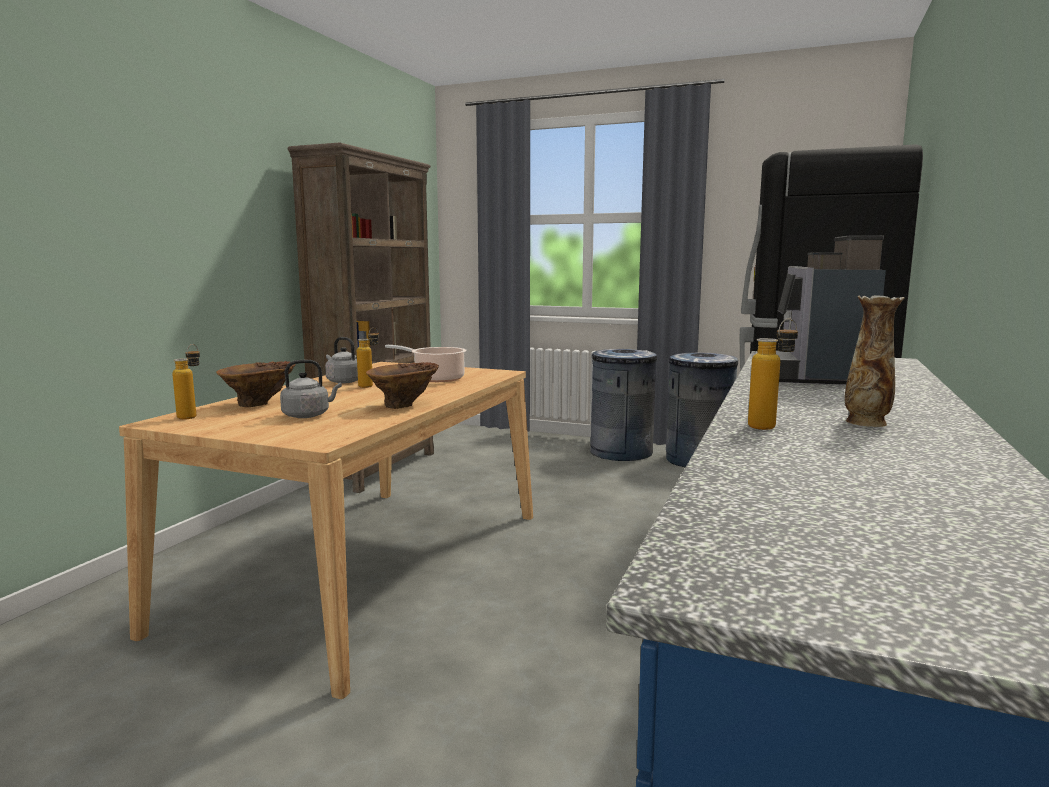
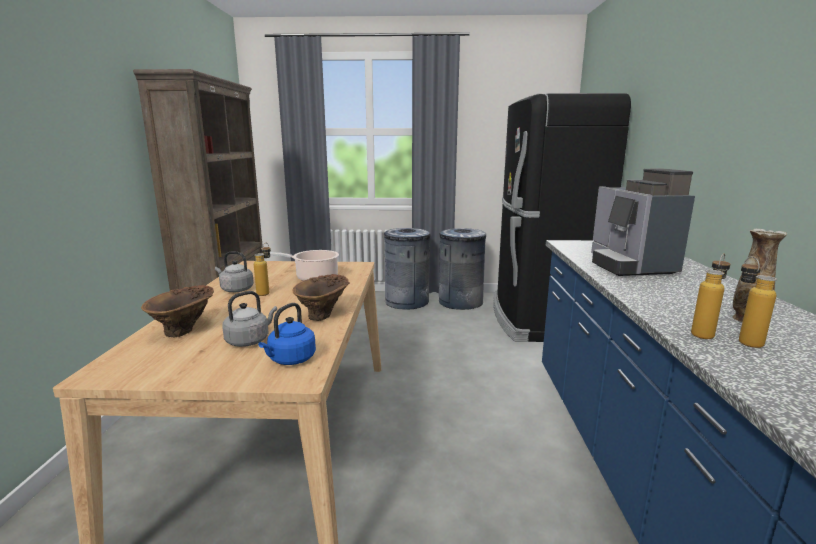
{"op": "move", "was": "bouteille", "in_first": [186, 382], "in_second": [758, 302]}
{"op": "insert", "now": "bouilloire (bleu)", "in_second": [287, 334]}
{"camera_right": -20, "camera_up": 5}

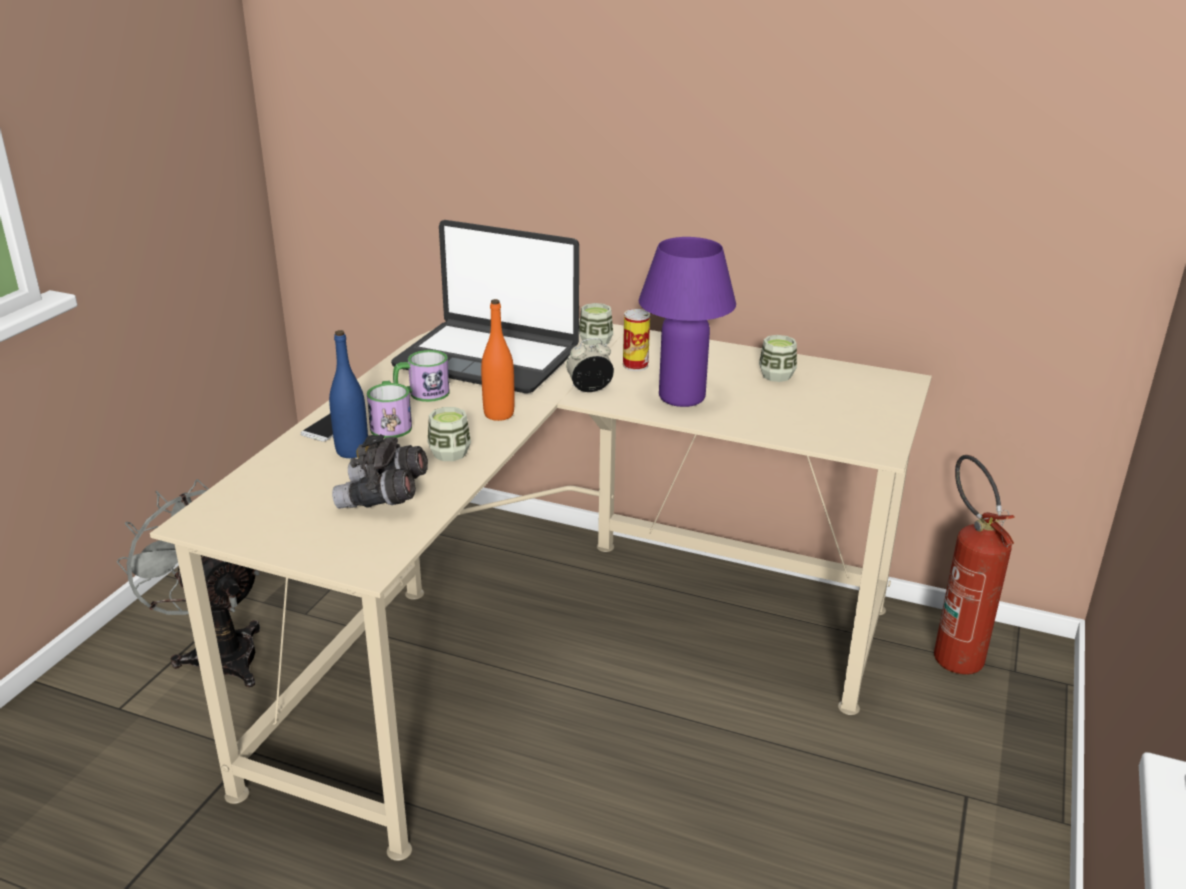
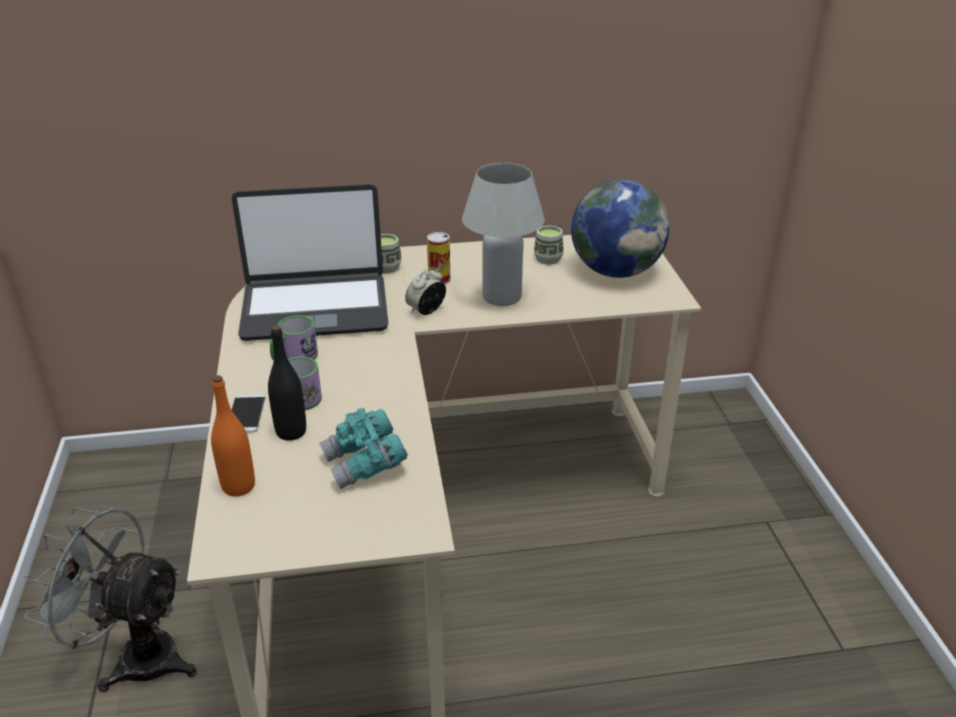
{"op": "recolor", "was": "lampe de table (violet)", "now": "lampe de table (blanc)", "in_first": [687, 322], "in_second": [503, 234]}
{"op": "move", "was": "bouteille (orange)", "in_first": [498, 360], "in_second": [233, 436]}
{"op": "recolor", "was": "bouteille (bleu)", "now": "bouteille (noir)", "in_first": [348, 394], "in_second": [287, 383]}
{"op": "delete", "was": "tasse", "in_first": [449, 434]}
{"op": "recolor", "was": "jumelles (gris)", "now": "jumelles (turquoise)", "in_first": [380, 471], "in_second": [363, 448]}
{"op": "delete", "was": "extincteur", "in_first": [974, 565]}
{"op": "insert", "now": "globe", "in_second": [620, 229]}
{"camera_right": -30, "camera_up": 5}

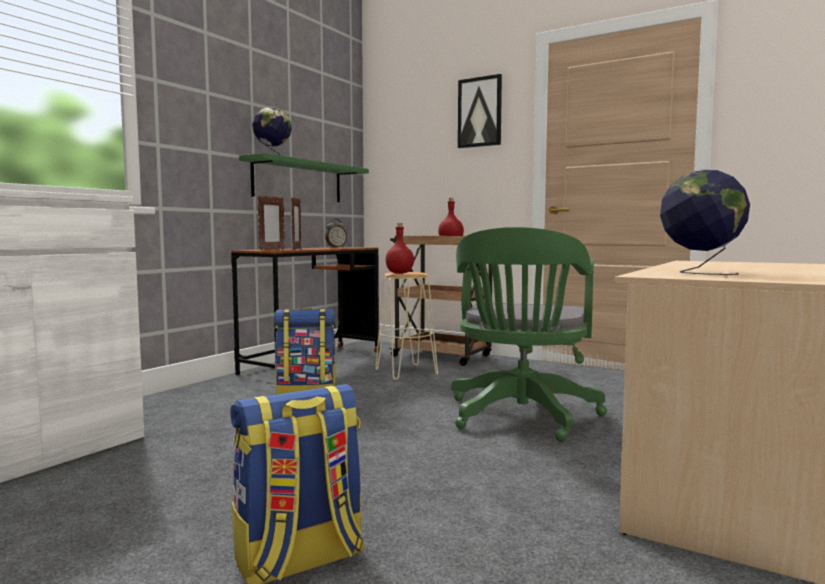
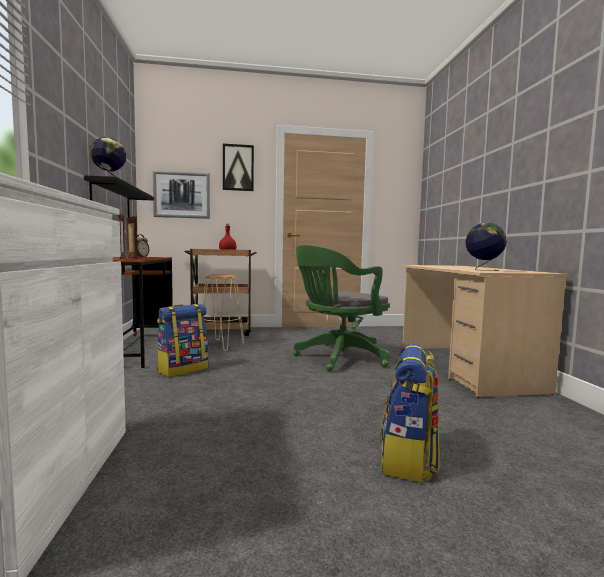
{"op": "recolor", "was": "étagère (vert)", "now": "étagère (noir)", "in_first": [304, 177], "in_second": [119, 196]}
{"op": "delete", "was": "bouteille (rouge)", "in_first": [399, 248]}
{"op": "rotate", "was": "chaise de bureau (vert)", "in_first": [529, 334], "in_second": [341, 308], "clockwise": 75}
{"op": "insert", "now": "tableau", "in_second": [181, 194]}
{"camera_right": -40, "camera_up": 0}

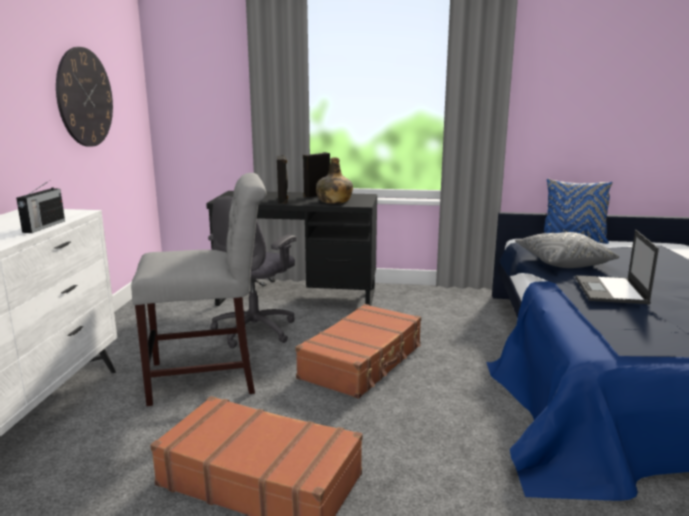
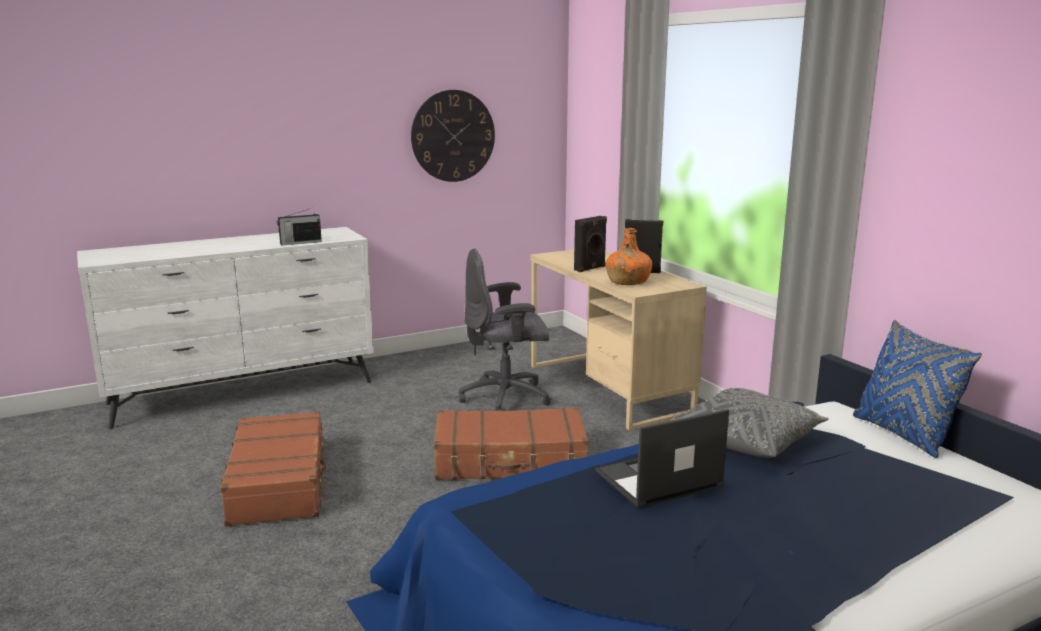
{"op": "recolor", "was": "bouteille (vert)", "now": "bouteille (orange)", "in_first": [334, 180], "in_second": [629, 256]}
{"op": "delete", "was": "chaise (gris)", "in_first": [198, 289]}
{"op": "recolor", "was": "bureau (noir)", "now": "bureau (beige)", "in_first": [291, 248], "in_second": [618, 340]}
{"camera_right": 55, "camera_up": 0}

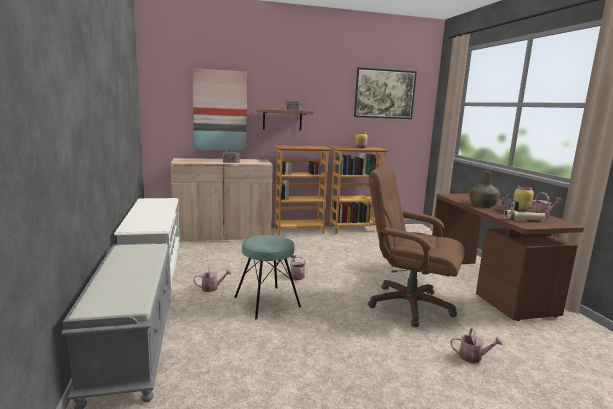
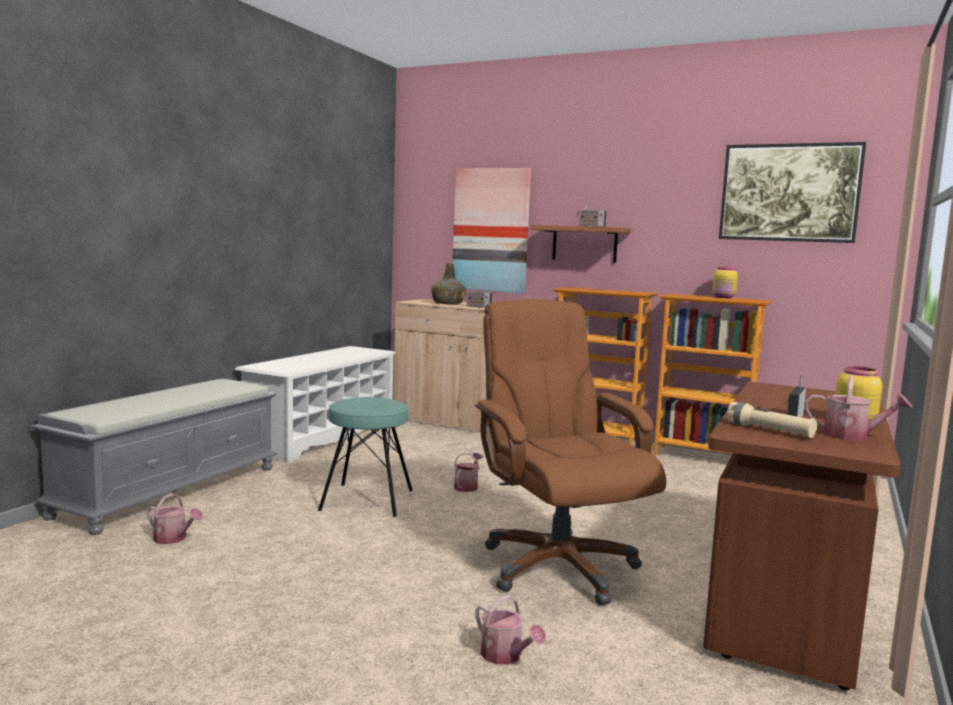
{"op": "move", "was": "bouteille (vert)", "in_first": [484, 188], "in_second": [448, 284]}
{"op": "move", "was": "arrosoir", "in_first": [212, 279], "in_second": [175, 519]}
{"camera_right": 40, "camera_up": -5}

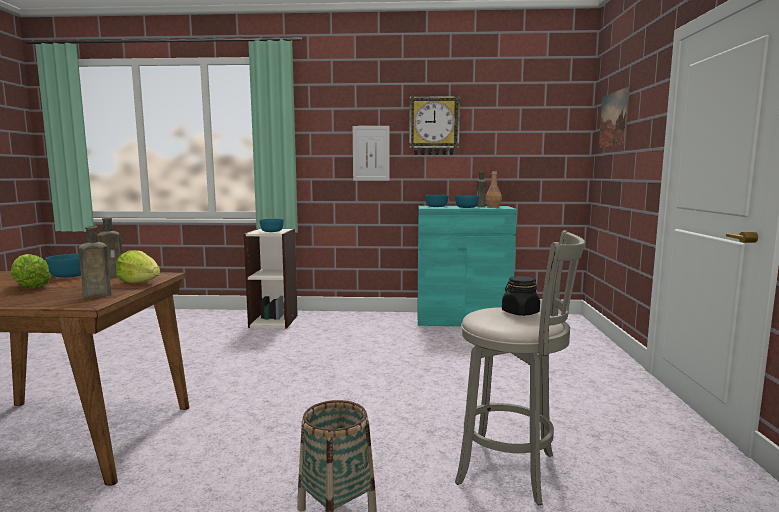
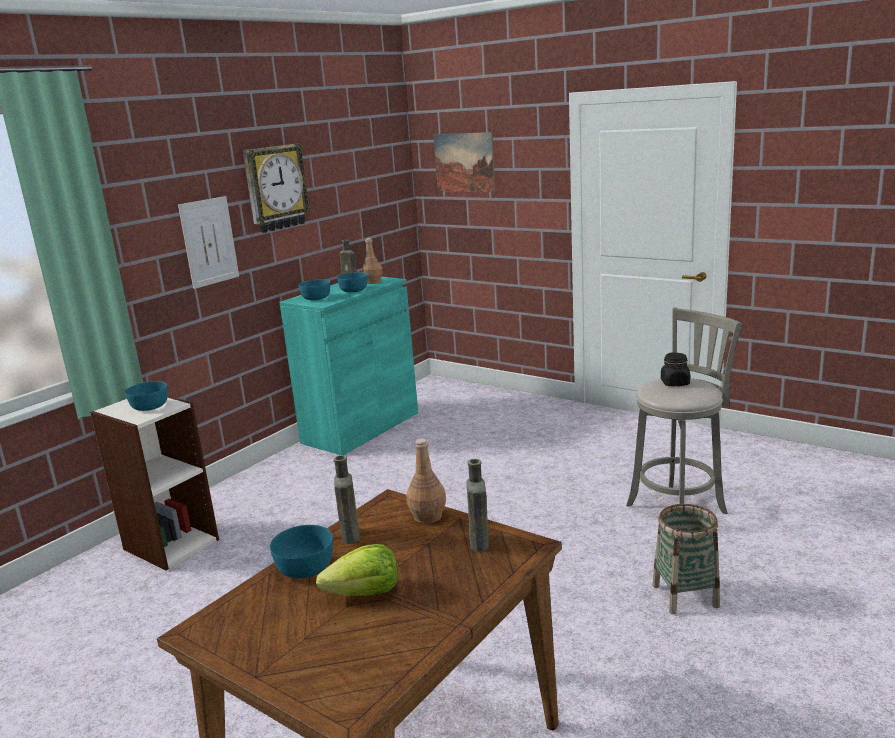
{"op": "replace", "was": "laitue", "now": "bouteille (marron)", "in_first": [138, 267], "in_second": [426, 481]}
{"camera_right": -55, "camera_up": 10}

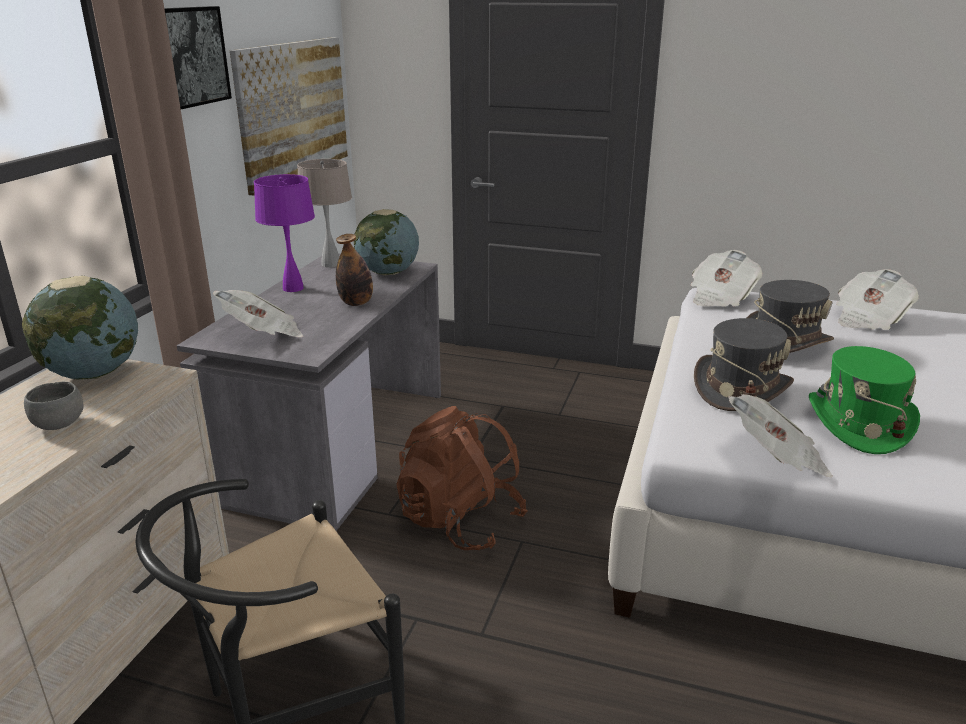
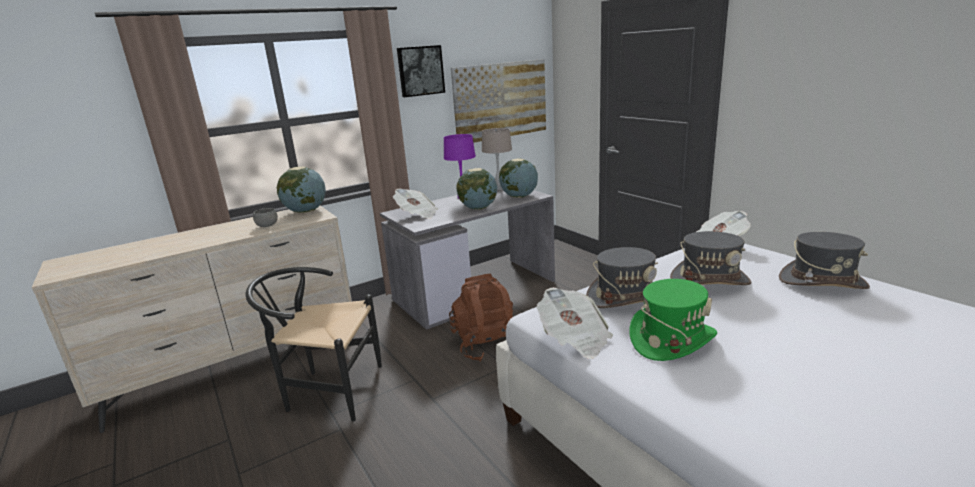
{"op": "replace", "was": "bouteille", "now": "globe", "in_first": [354, 270], "in_second": [476, 189]}
{"op": "replace", "was": "journal", "now": "chapeau (gris)", "in_first": [877, 299], "in_second": [824, 260]}
{"camera_right": 40, "camera_up": -5}

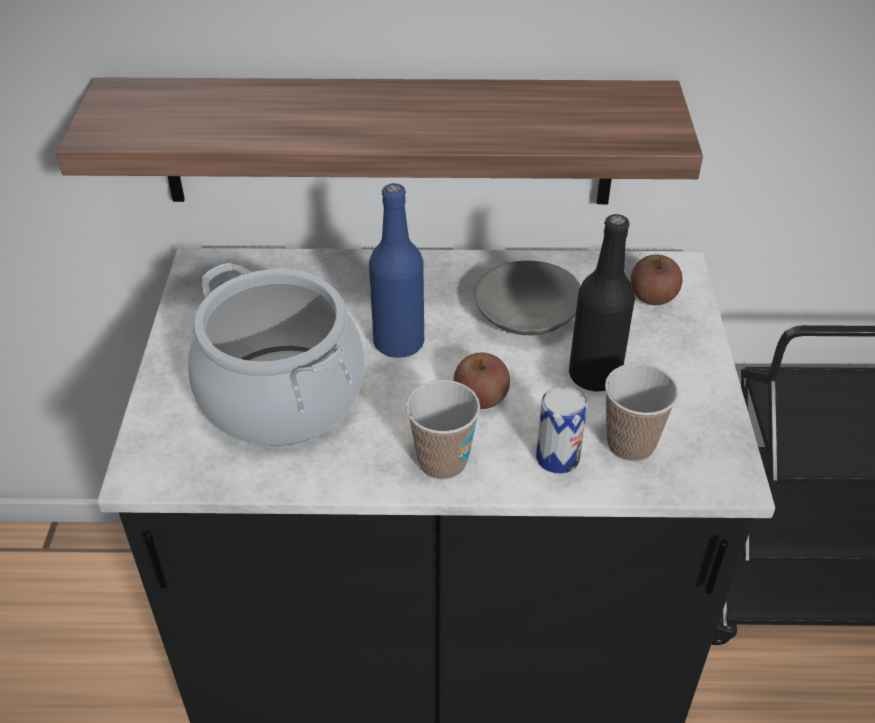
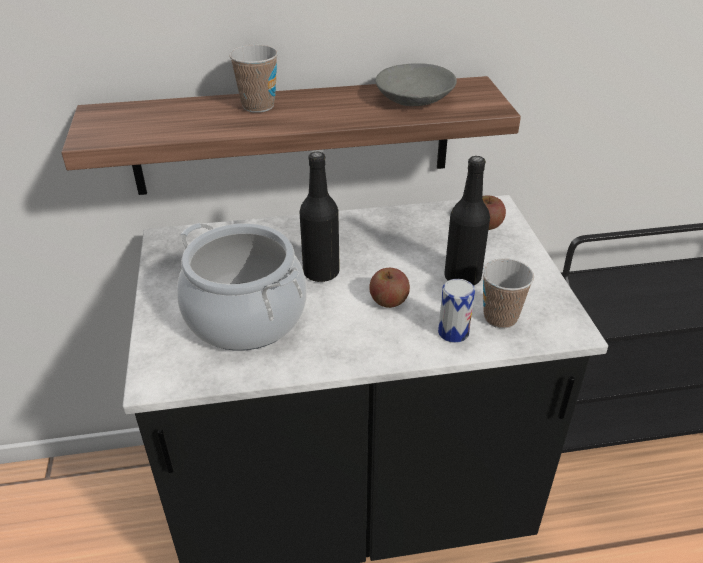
{"op": "recolor", "was": "bouteille (bleu)", "now": "bouteille (noir)", "in_first": [396, 270], "in_second": [320, 217]}
{"op": "move", "was": "bol (gris)", "in_first": [528, 298], "in_second": [416, 84]}
{"op": "move", "was": "tasse", "in_first": [443, 430], "in_second": [253, 79]}
{"camera_right": -10, "camera_up": -5}

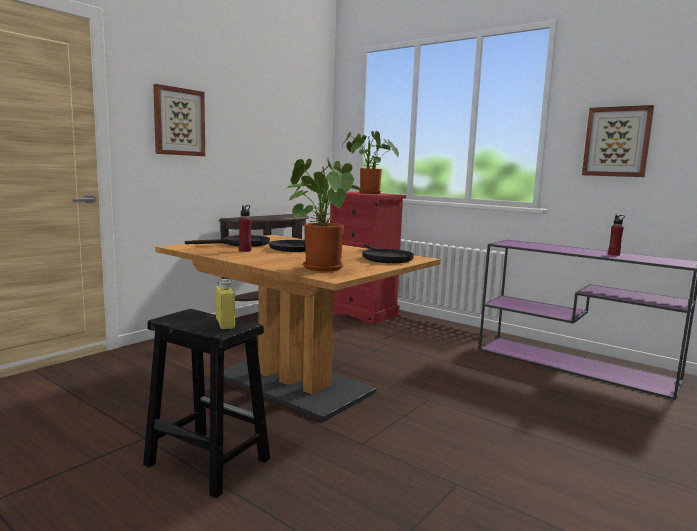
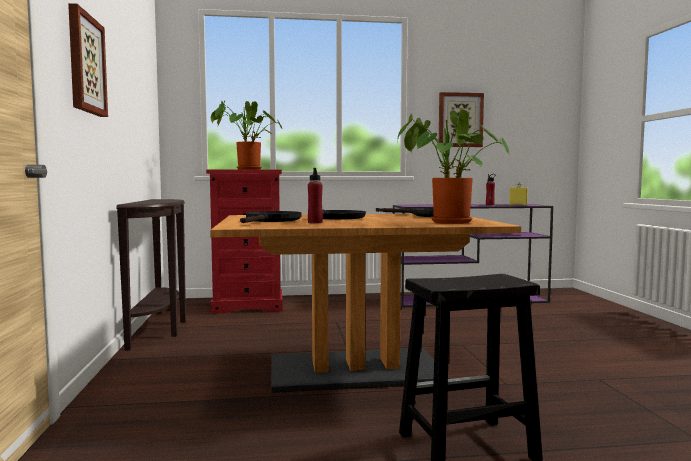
{"op": "move", "was": "bouteille (jaune)", "in_first": [225, 304], "in_second": [518, 194]}
{"camera_right": -45, "camera_up": -5}

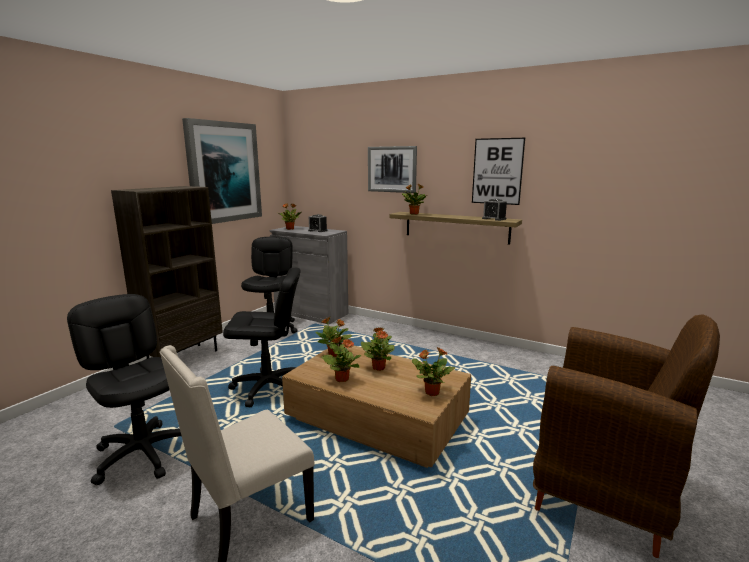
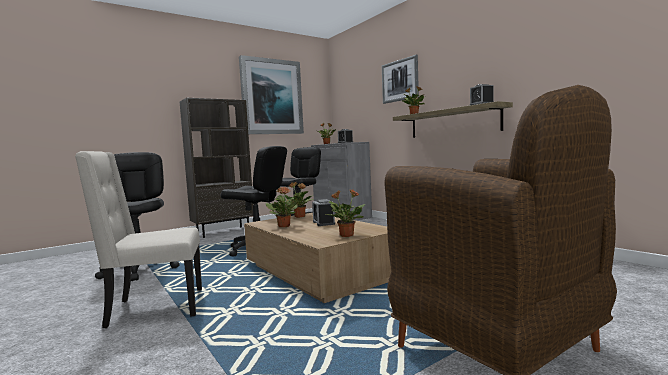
{"op": "delete", "was": "tableau", "in_first": [498, 171]}
{"op": "replace", "was": "plante en pot", "now": "réveil", "in_first": [378, 349], "in_second": [323, 212]}
{"camera_right": 25, "camera_up": -10}

